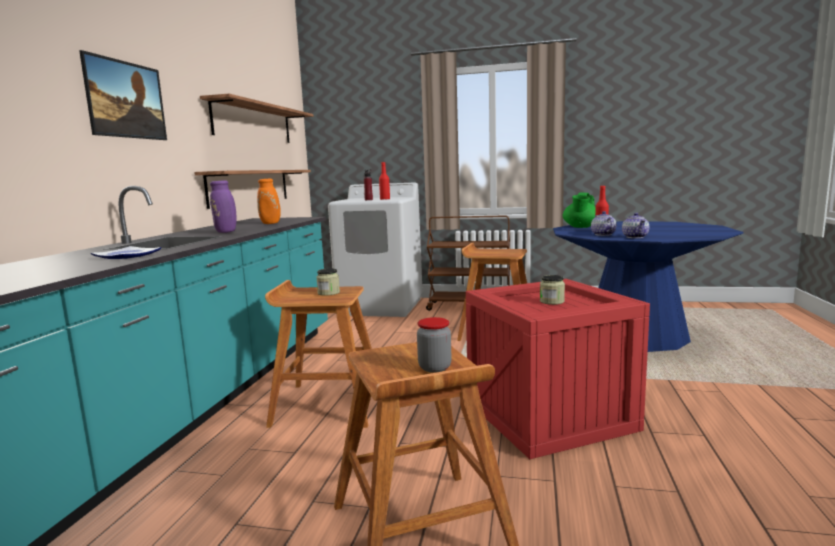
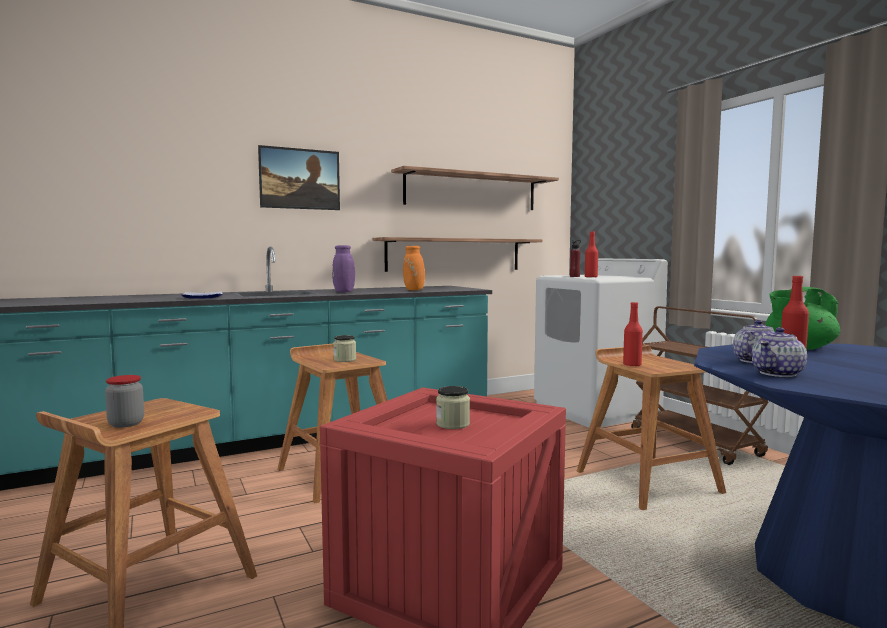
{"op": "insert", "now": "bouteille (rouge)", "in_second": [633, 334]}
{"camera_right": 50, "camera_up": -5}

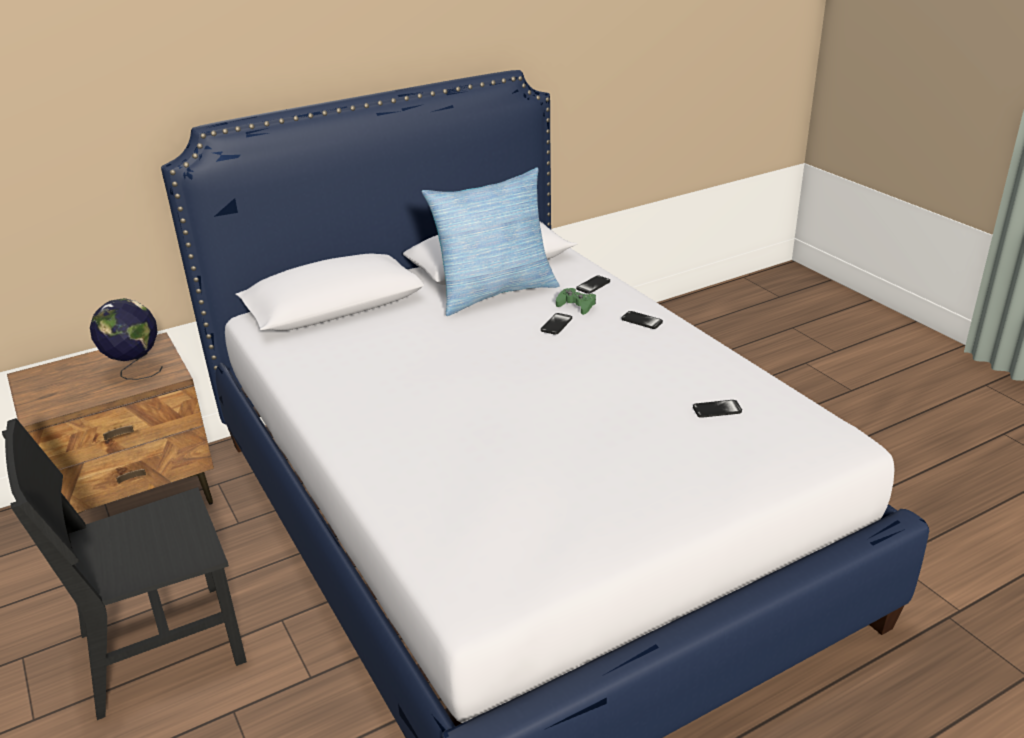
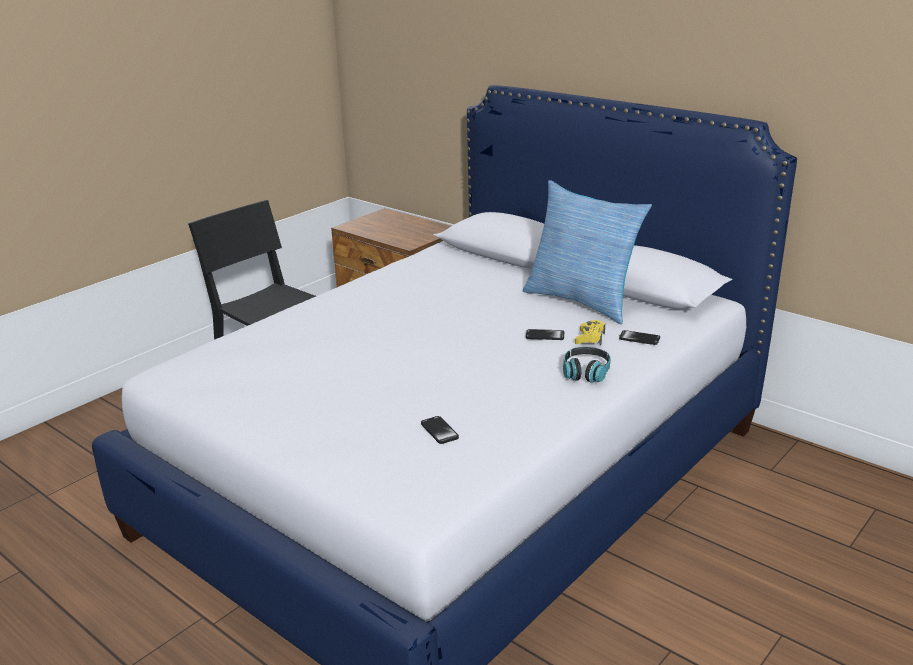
{"op": "recolor", "was": "manette (vert)", "now": "manette (jaune)", "in_first": [576, 301], "in_second": [590, 332]}
{"op": "delete", "was": "globe", "in_first": [126, 339]}
{"op": "replace", "was": "téléphone", "now": "casque audio", "in_first": [642, 320], "in_second": [586, 365]}
{"camera_right": 70, "camera_up": -5}

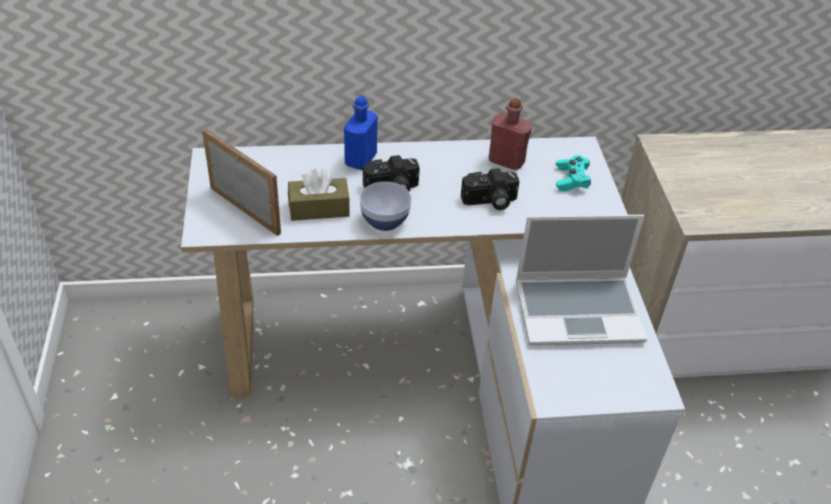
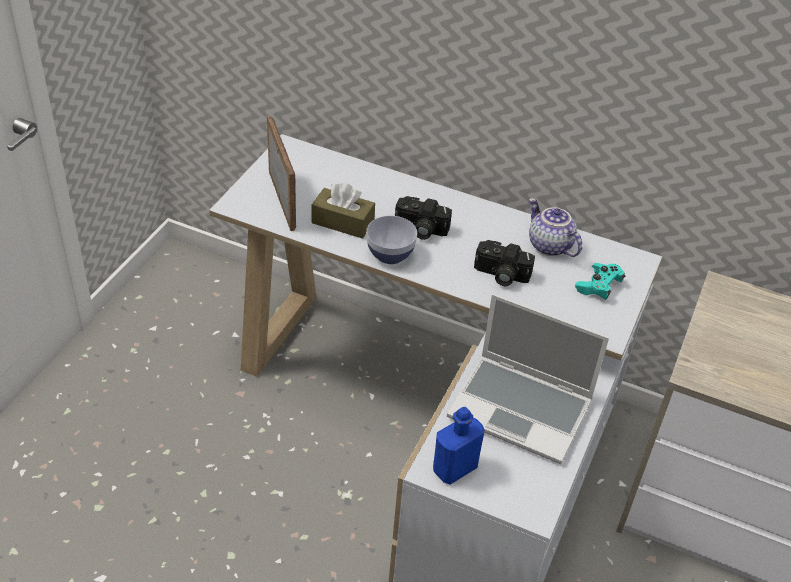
{"op": "move", "was": "bouteille (bleu)", "in_first": [361, 132], "in_second": [458, 446]}
{"op": "replace", "was": "bouteille (rouge)", "now": "théière", "in_first": [510, 134], "in_second": [555, 227]}
{"camera_right": 30, "camera_up": 0}

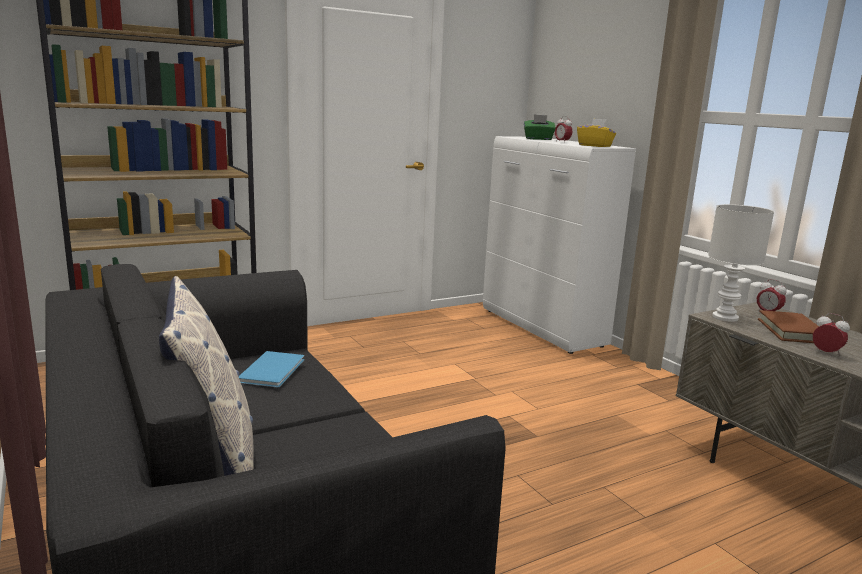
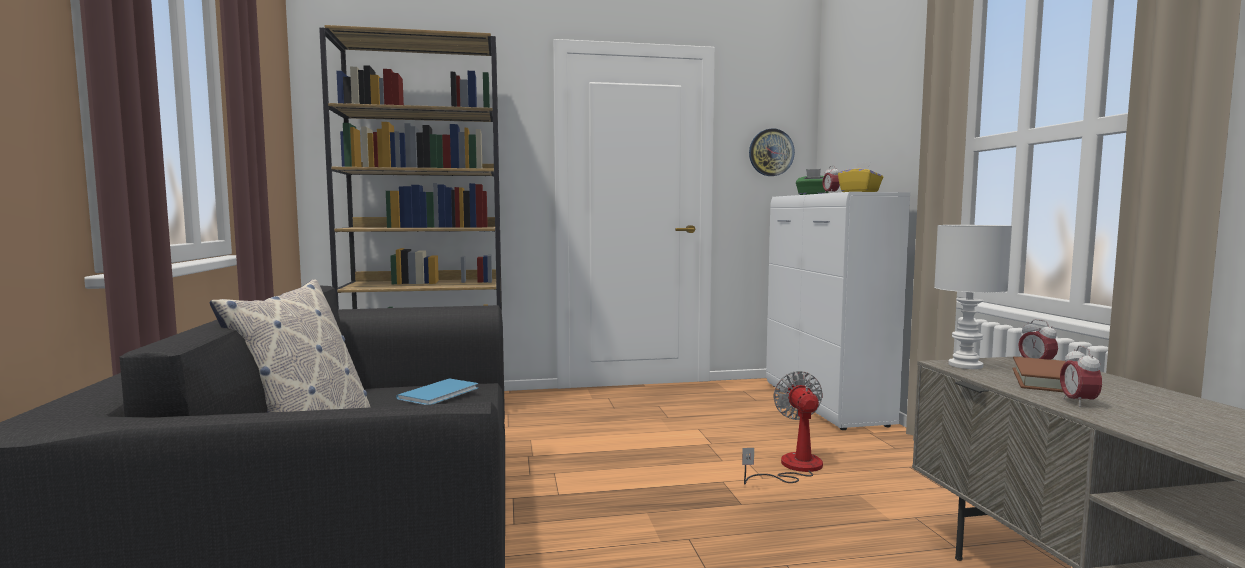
{"op": "rotate", "was": "réveil", "in_first": [831, 334], "in_second": [1081, 376], "clockwise": -150}
{"op": "insert", "now": "horloge murale", "in_second": [772, 152]}
{"op": "insert", "now": "ventilateur", "in_second": [782, 427]}
{"camera_right": 20, "camera_up": -10}

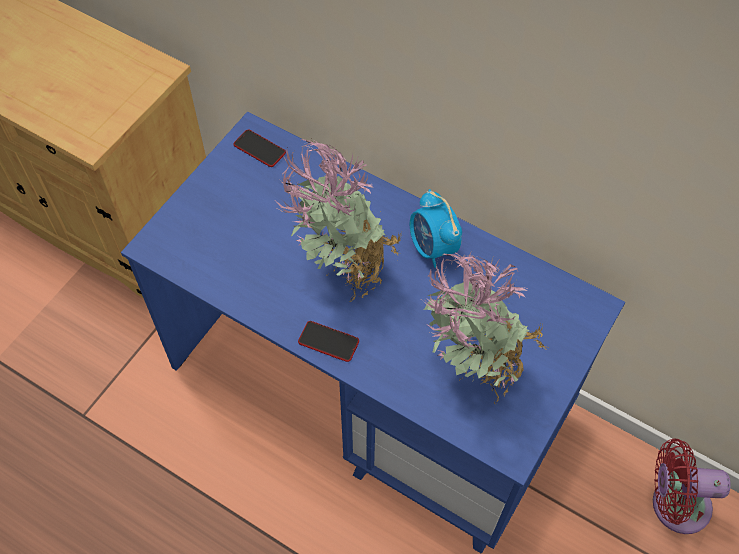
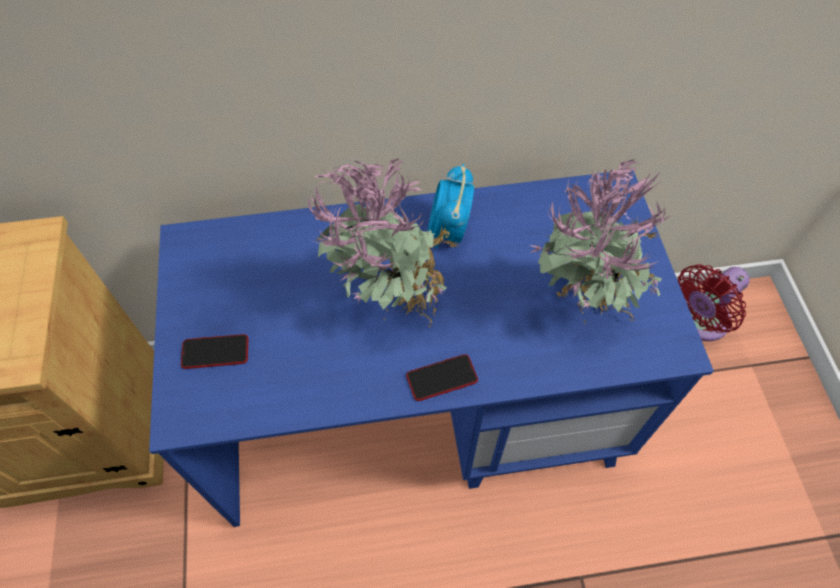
{"op": "move", "was": "téléphone", "in_first": [259, 148], "in_second": [214, 351]}
{"op": "rotate", "was": "réveil", "in_first": [436, 228], "in_second": [451, 206], "clockwise": 75}
{"camera_right": -40, "camera_up": 0}

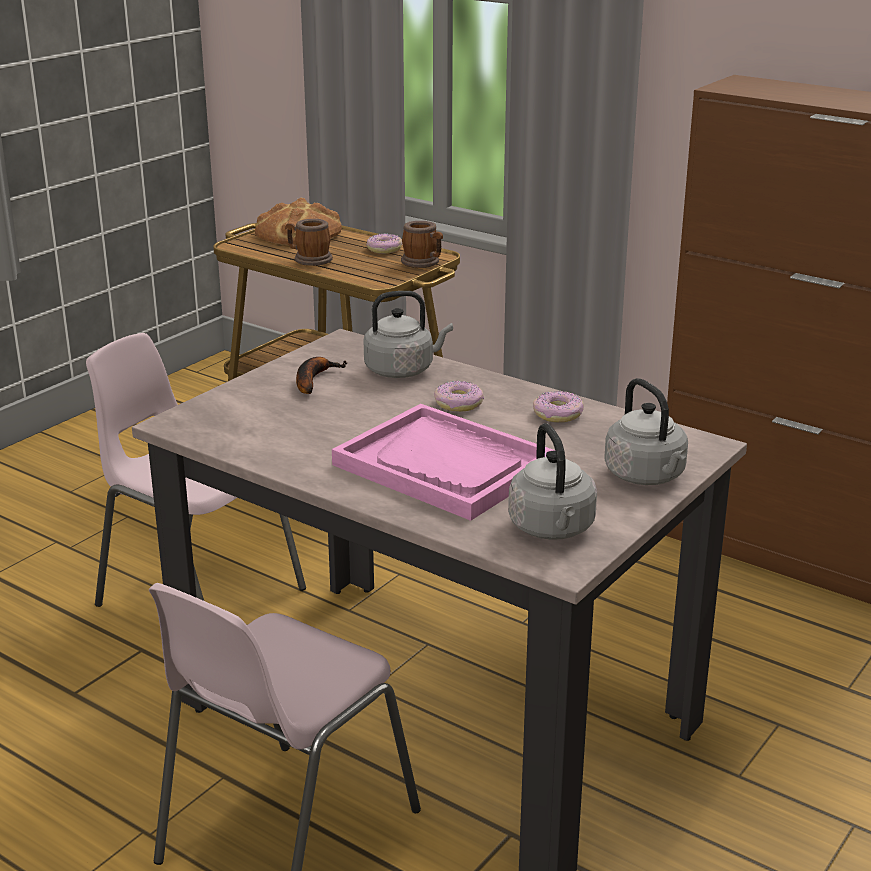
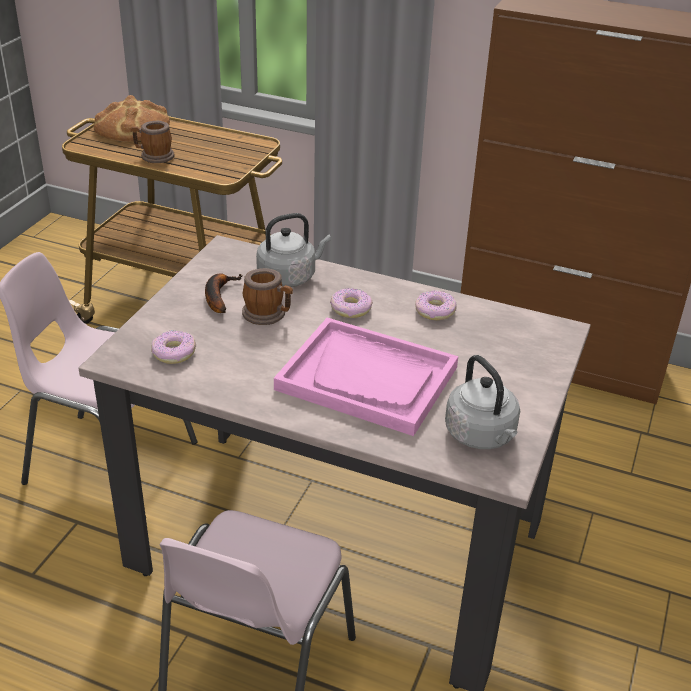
{"op": "move", "was": "mug", "in_first": [422, 244], "in_second": [267, 296]}
{"op": "move", "was": "beignet", "in_first": [384, 243], "in_second": [173, 347]}
{"op": "delete", "was": "bouilloire (gris)", "in_first": [646, 431]}
{"camera_right": -15, "camera_up": 10}

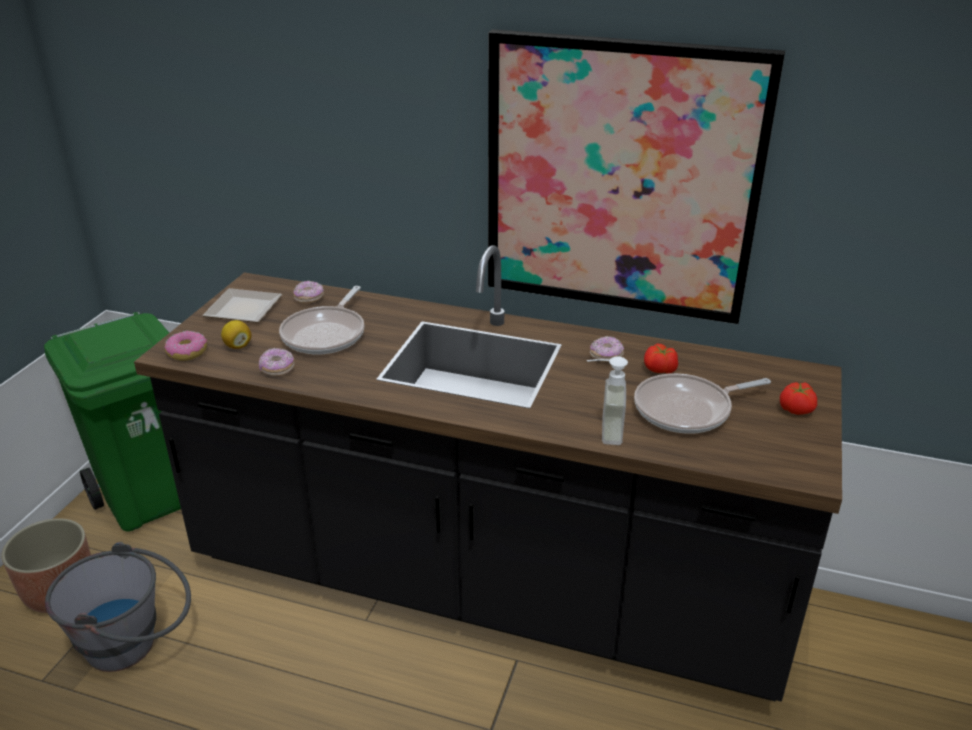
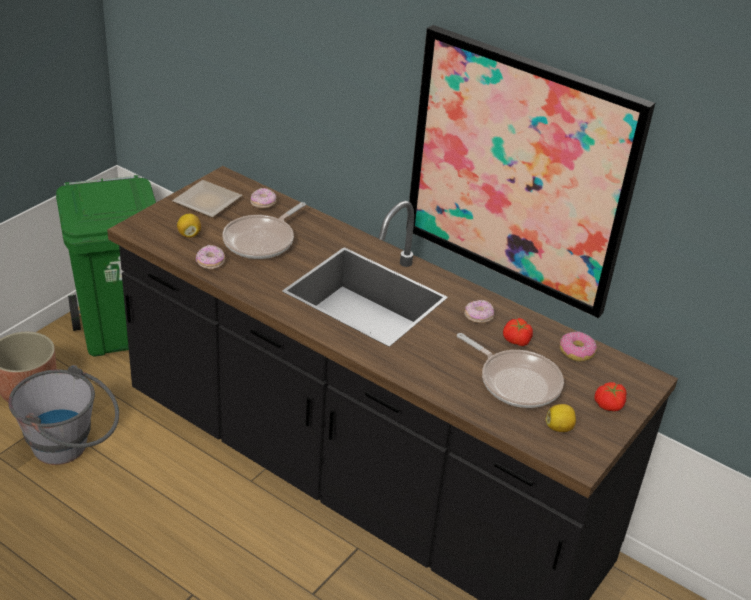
{"op": "move", "was": "beignet", "in_first": [185, 346], "in_second": [578, 346]}
{"op": "delete", "was": "distributeur de savon", "in_first": [607, 400]}
{"op": "rotate", "was": "poêle", "in_first": [702, 403], "in_second": [510, 370], "clockwise": -135}
{"op": "insert", "now": "citron", "in_second": [561, 418]}
{"camera_right": 15, "camera_up": 5}

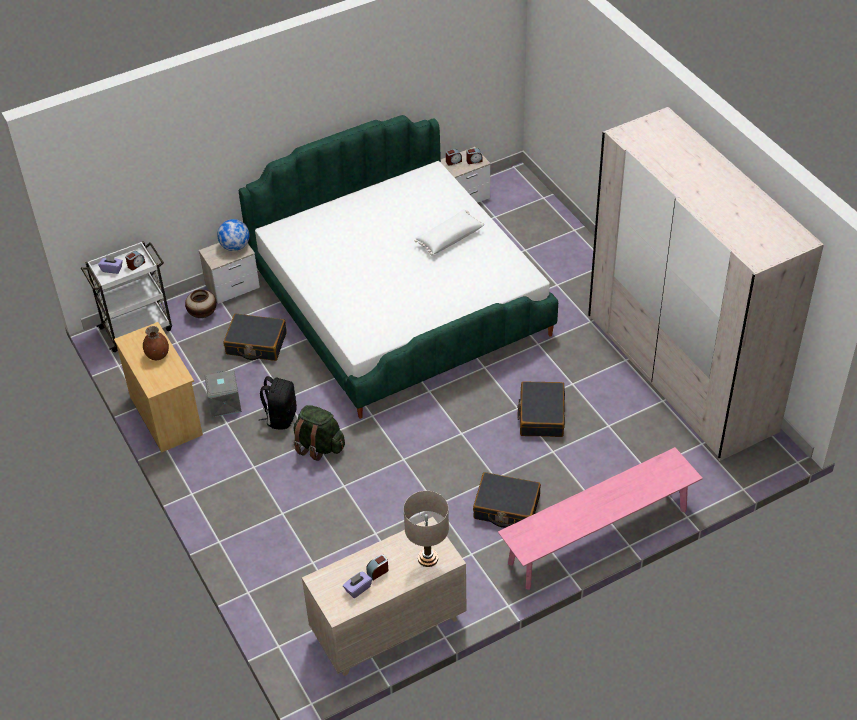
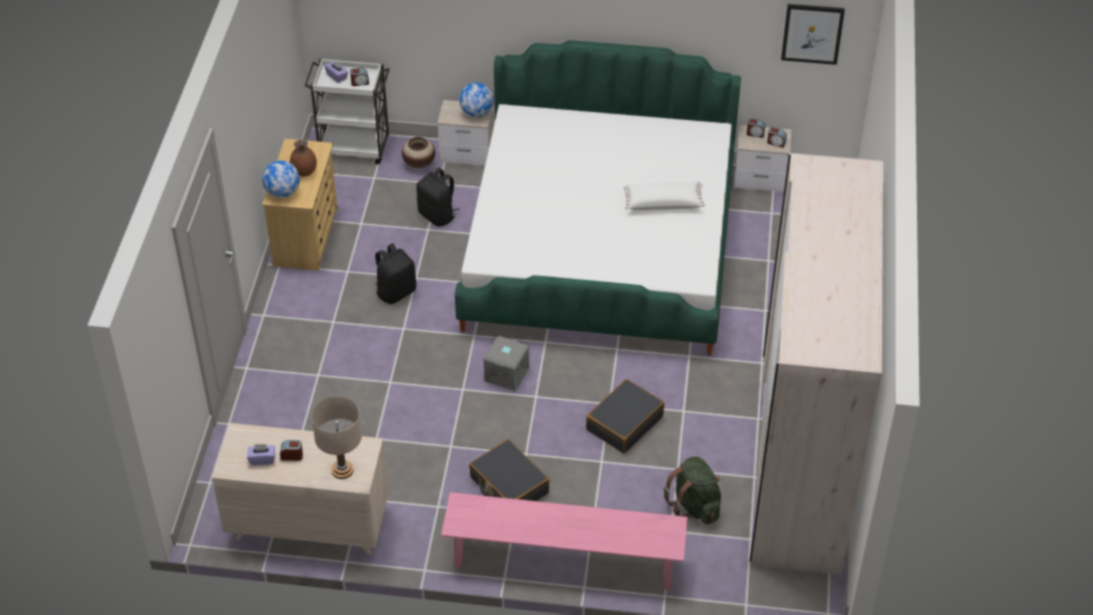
{"op": "replace", "was": "valise (noir)", "now": "sac à dos (noir)", "in_first": [255, 337], "in_second": [437, 197]}
{"op": "move", "was": "boîte de rangement (gris)", "in_first": [223, 393], "in_second": [507, 363]}
{"op": "move", "was": "sac à dos (vert)", "in_first": [319, 433], "in_second": [692, 490]}
{"op": "insert", "now": "tableau", "in_second": [813, 34]}
{"op": "insert", "now": "globe", "in_second": [281, 179]}
{"camera_right": 35, "camera_up": 0}

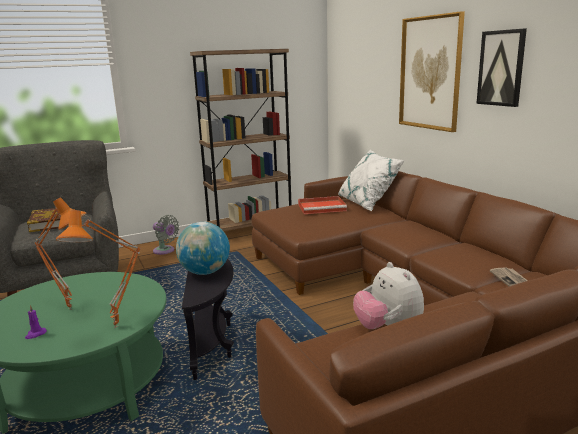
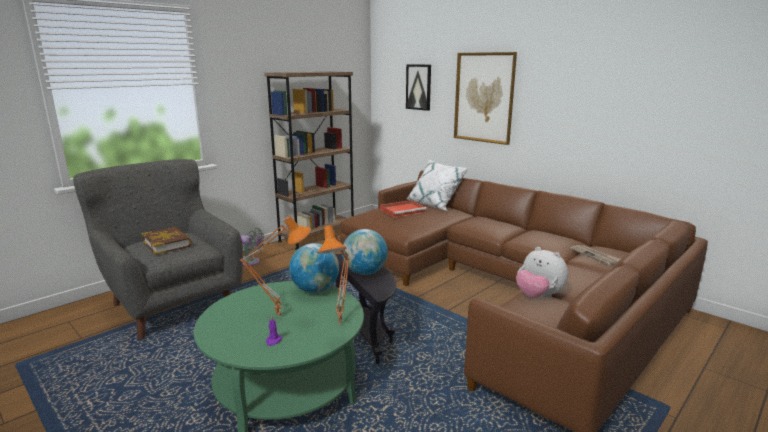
{"op": "move", "was": "tableau", "in_first": [501, 68], "in_second": [418, 88]}
{"op": "insert", "now": "globe", "in_second": [314, 268]}
{"camera_right": -20, "camera_up": 0}

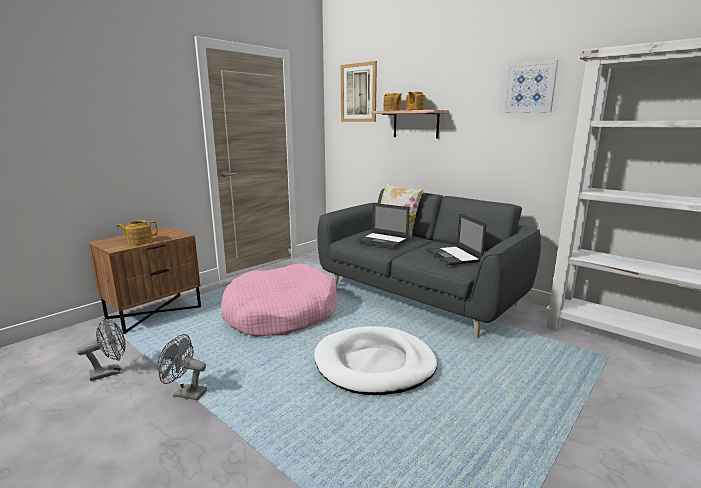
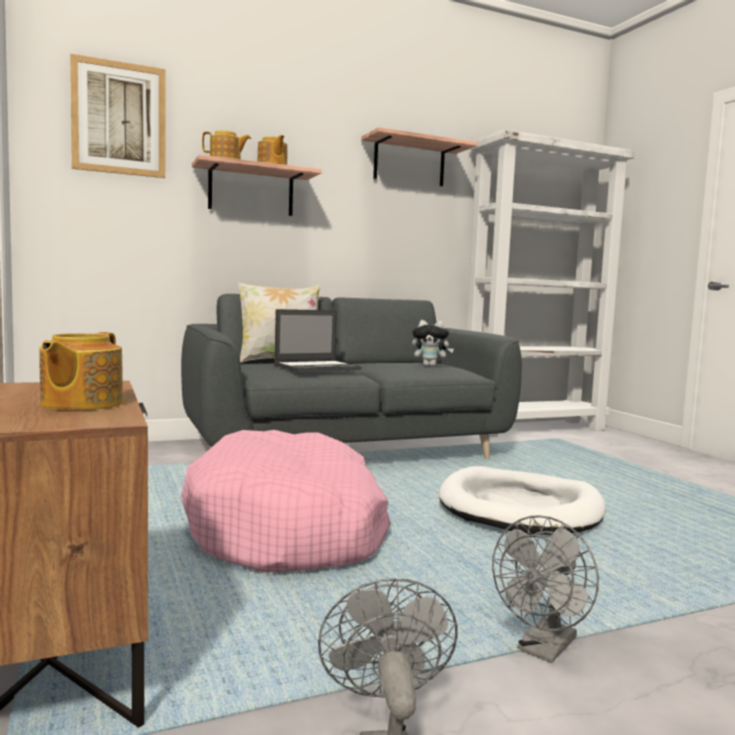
{"op": "replace", "was": "tableau", "now": "étagère", "in_first": [530, 86], "in_second": [419, 156]}
{"op": "replace", "was": "ordinateur portable", "now": "peluche", "in_first": [457, 239], "in_second": [433, 343]}
{"camera_right": -65, "camera_up": -10}

